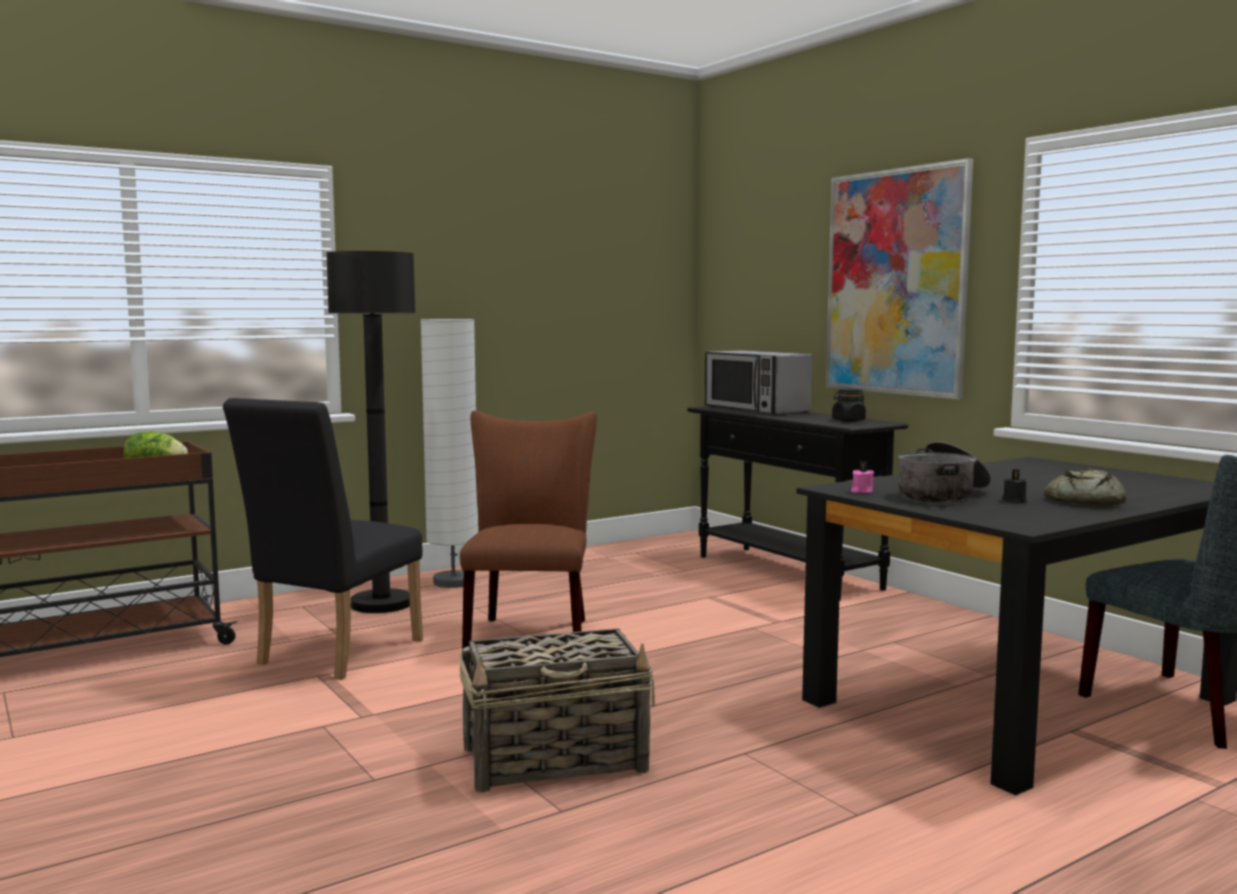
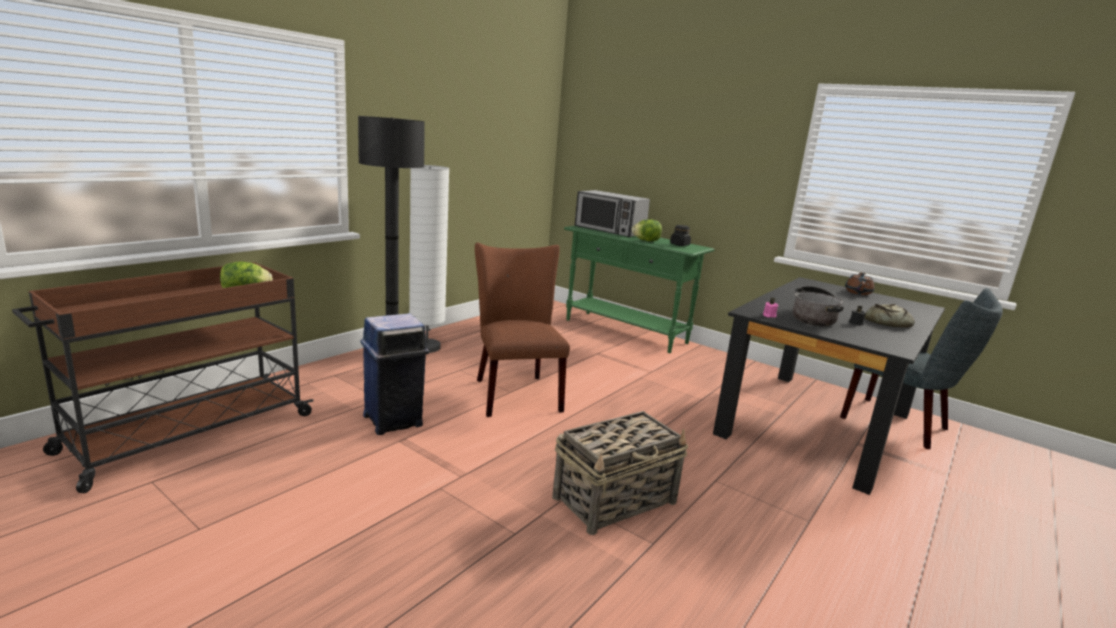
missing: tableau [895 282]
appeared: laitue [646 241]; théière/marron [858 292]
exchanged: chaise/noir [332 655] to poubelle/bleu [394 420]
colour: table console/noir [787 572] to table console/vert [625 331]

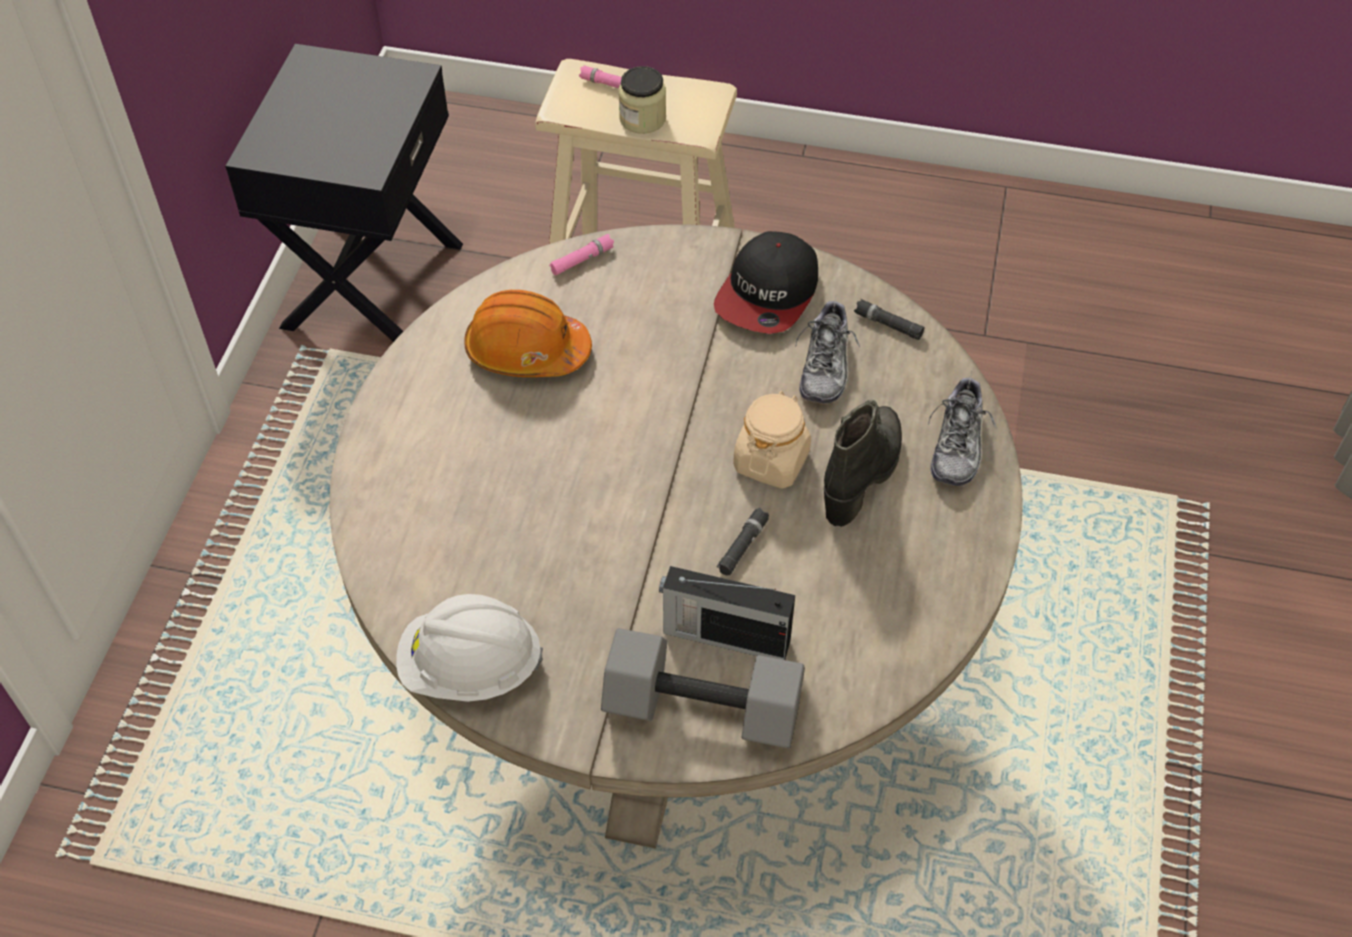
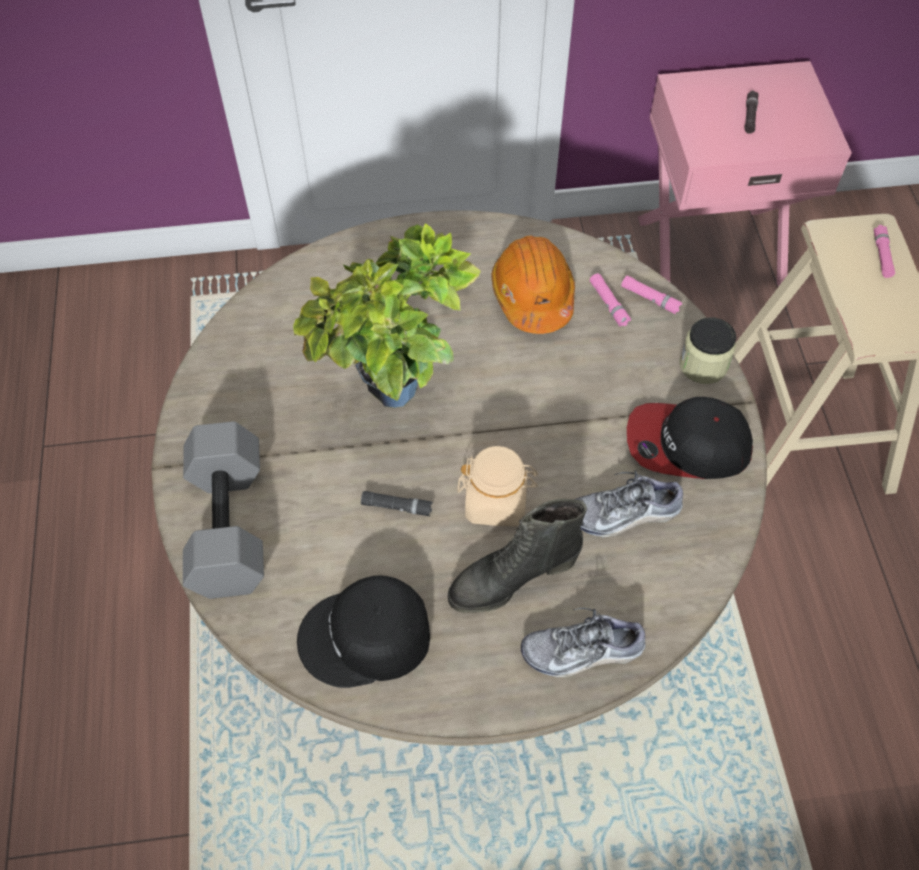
missing: casque de chantier/blanc [470 668]; radio [724 636]
appeared: plante en pot [395 401]; casquette/noir [366 638]; lampe de poche/rose [609 304]
relocated: bocal [642 119] to [703 365]; lampe de poche/noir [888 324] to [750 116]
colour: table de chevet/noir [370 284] to table de chevet/rose [710 251]
spun: botte/noir [863 474] = [512 578] 150 degrees clockwise

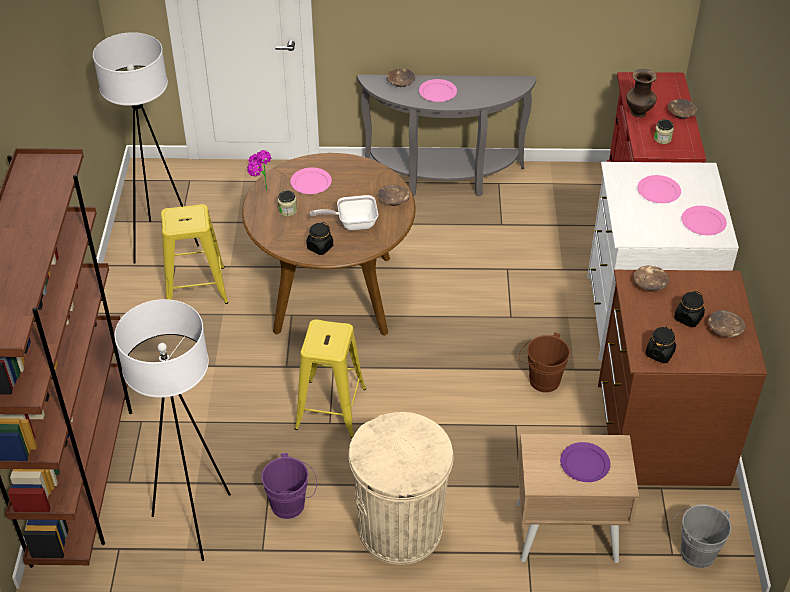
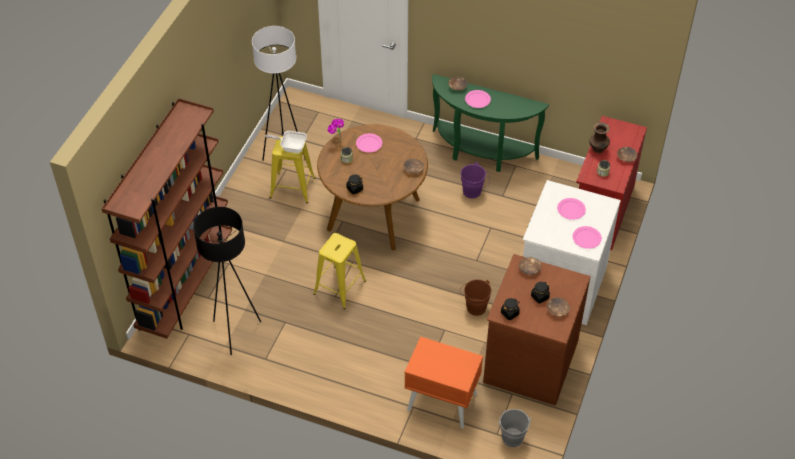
missing: poubelle/beige [401 529]; assiette/violet [584 463]
relocated: seau/violet [292 505] to [474 192]; poêle [352 223] to [291 147]
colour: lampadaire/blanc [196 522] to lampadaire/noir [236 332]; table console/gris [444 179] to table console/vert [481 153]; table de chevet/beige [566 532] to table de chevet/orange [441 402]

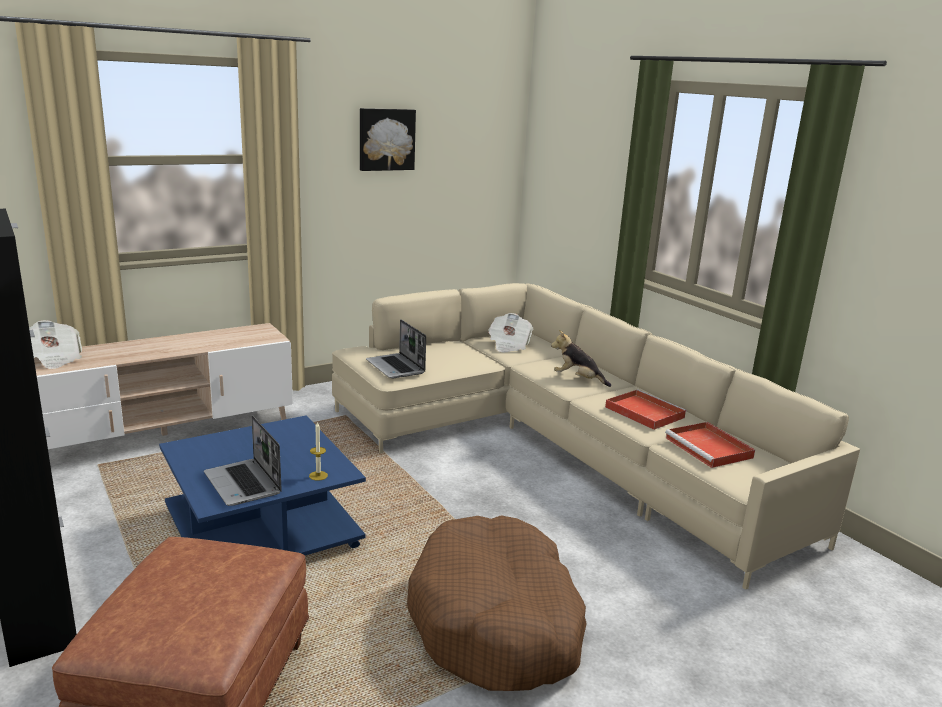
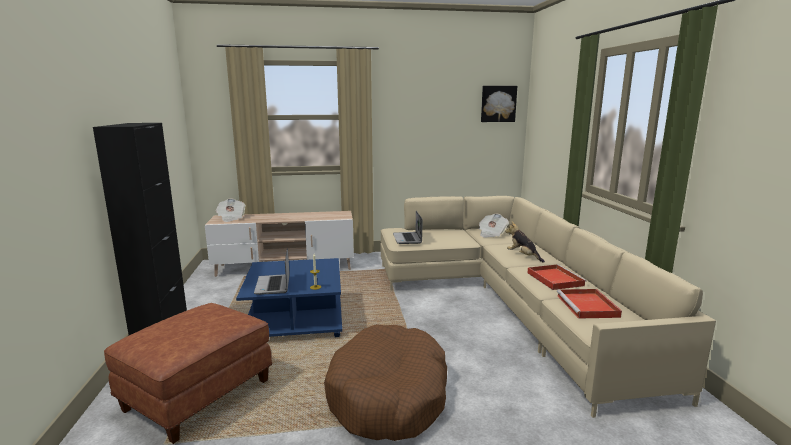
relocated: tableau [386 139] to [498 104]

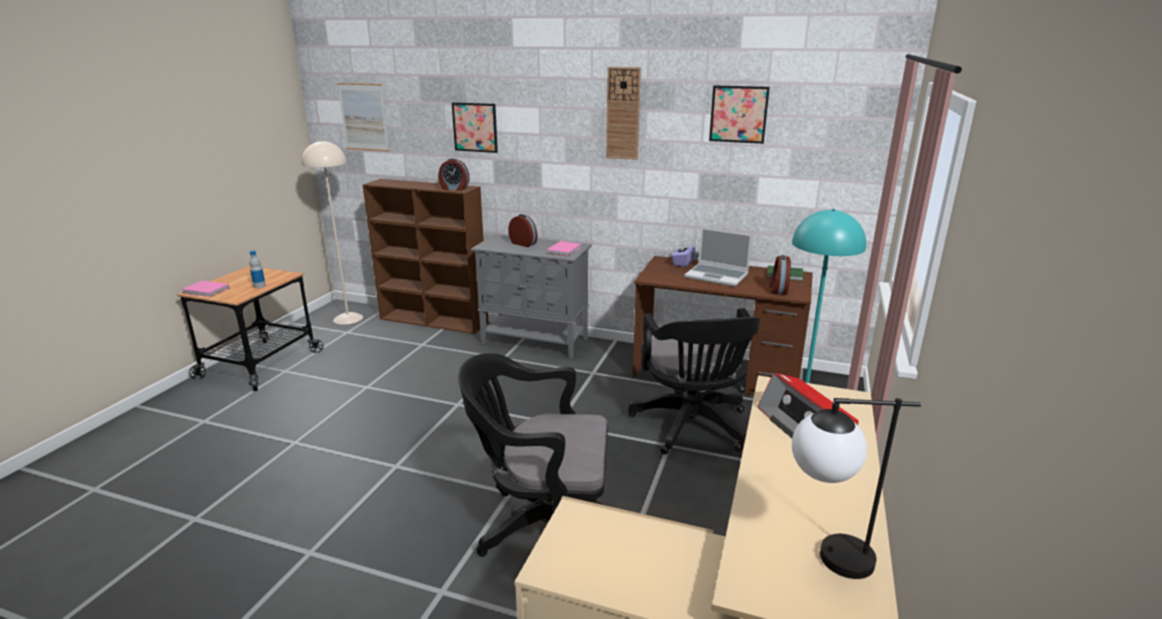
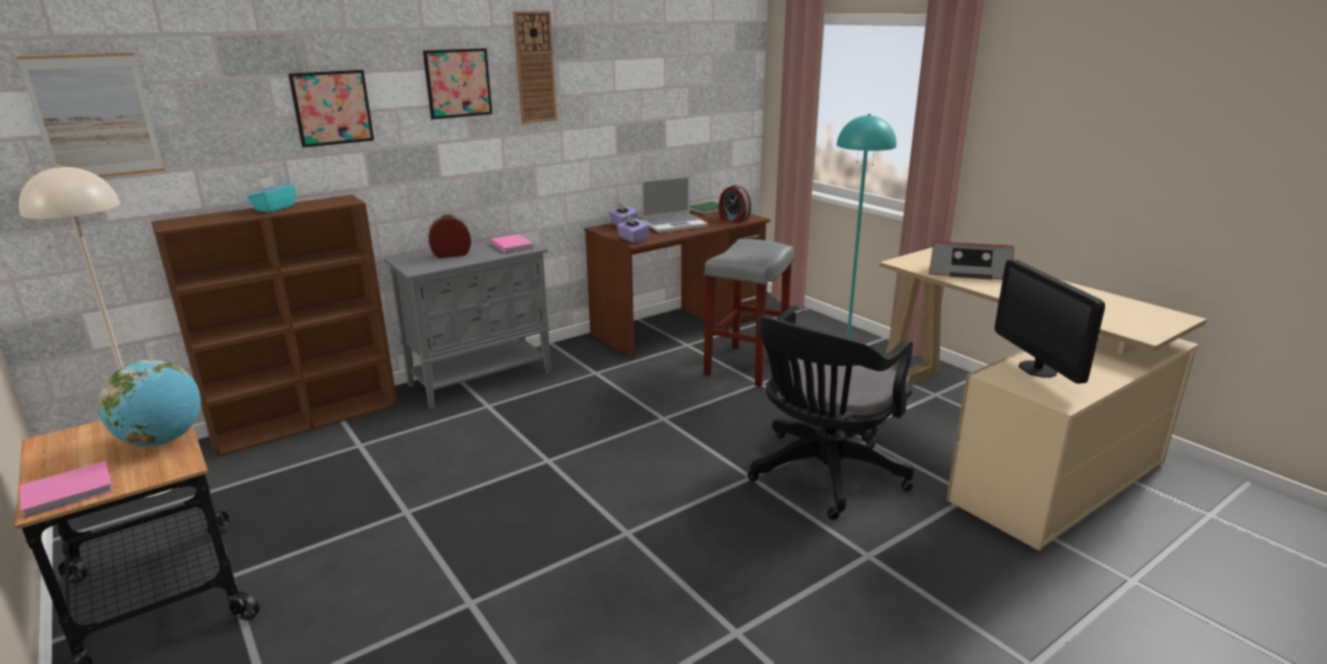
missing: réveil [454 189]; lampe de table [824 558]
appeared: boîte à mouchoirs/turquoise [274 208]; boîte à mouchoirs/violet [632 239]; écran d'ordinateur [1037 369]
relocated: tableau [738 114] to [458 83]
exchanged: bouteille [259 286] to globe [163 441]; chaise de bureau/noir [692 428] to tabouret/gris [746 366]

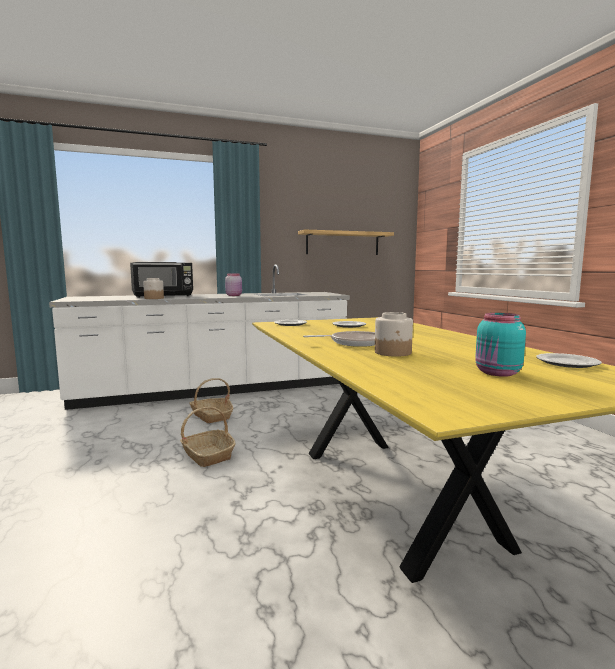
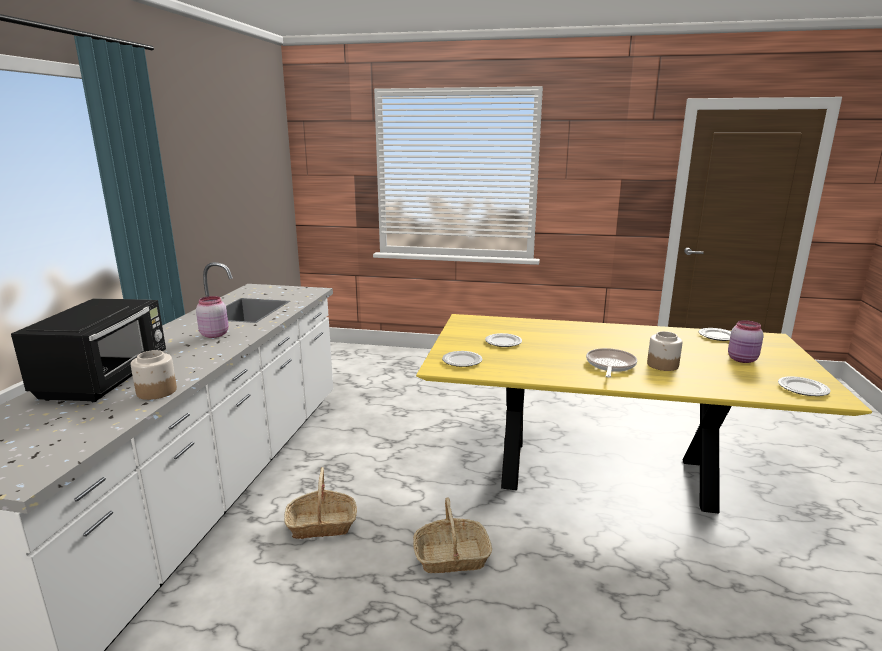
missing: étagère [342 243]
appeared: assiette [803 389]
colour: bocal/turquoise [497 373] to bocal/rose [743 360]

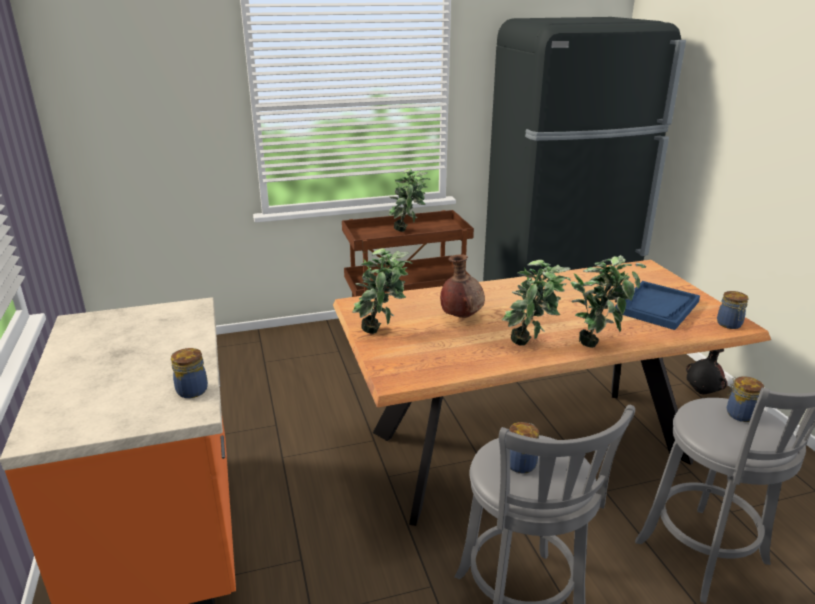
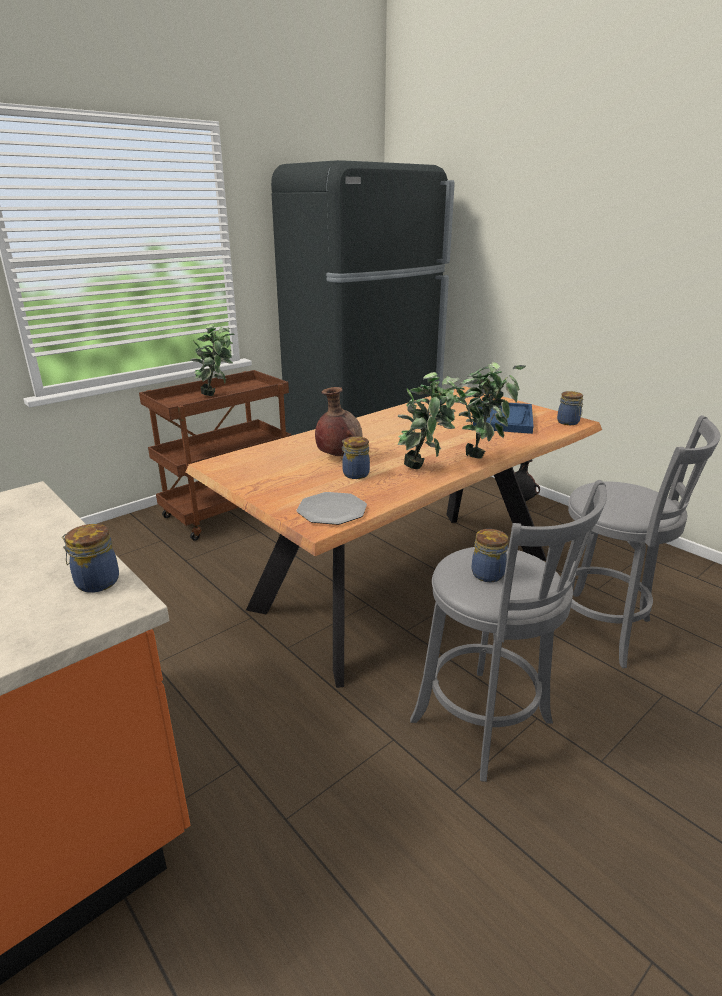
missing: plante en pot [382 332]
appeared: assiette [331 510]
relocated: bocal [739 414] to [355 474]

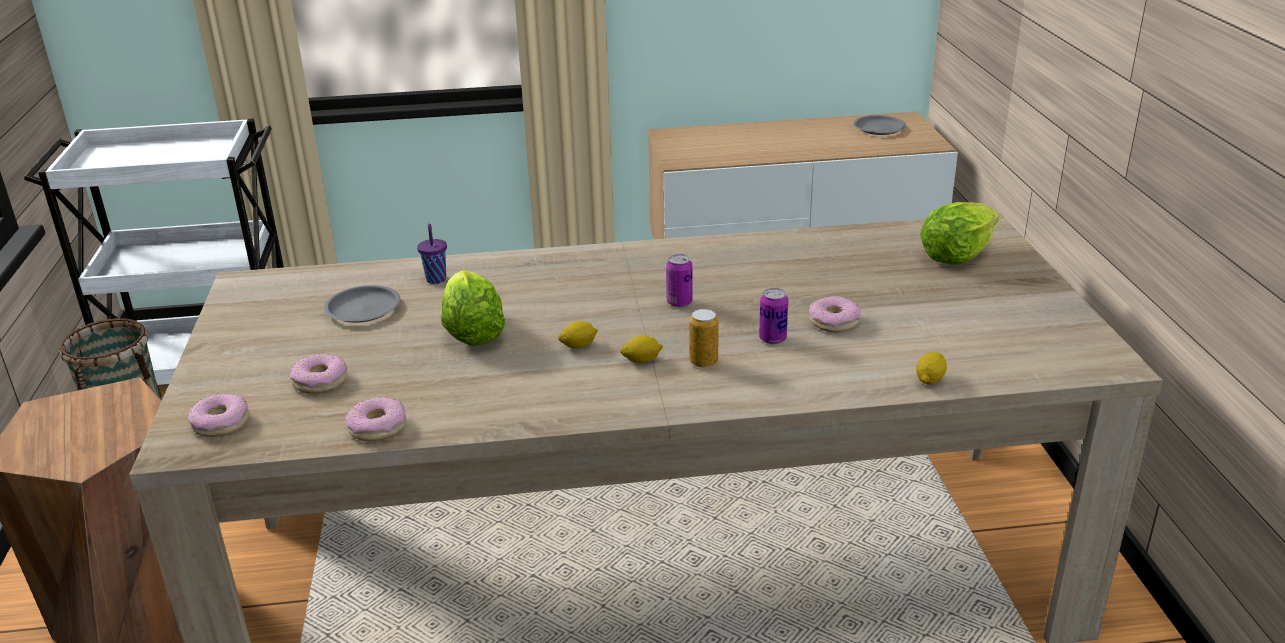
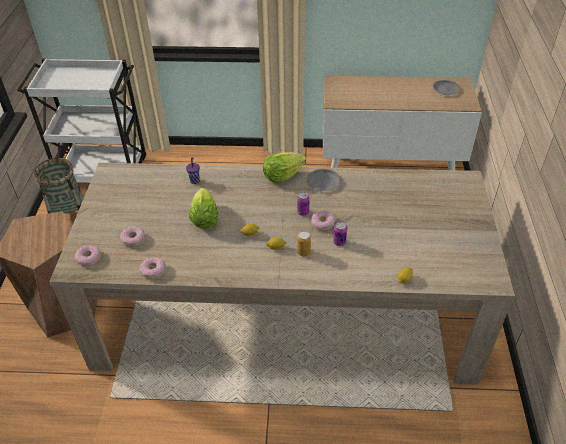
relocated: assiette/gris [364 309] to [324 182]; beignet [834 322] to [322 223]; laitue [956 256] to [282 176]

